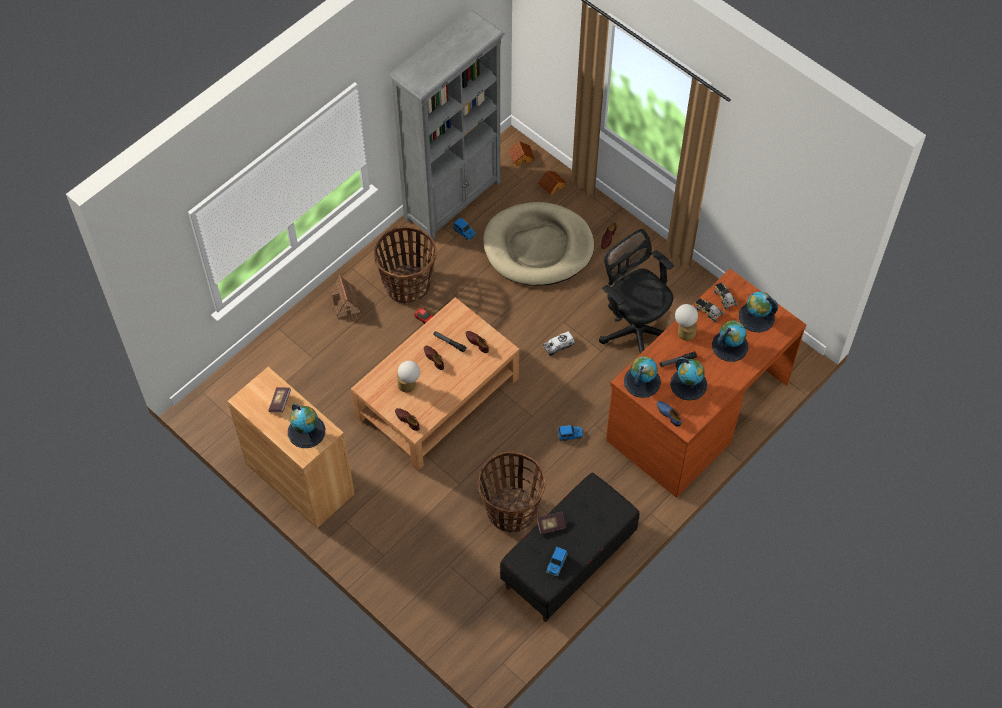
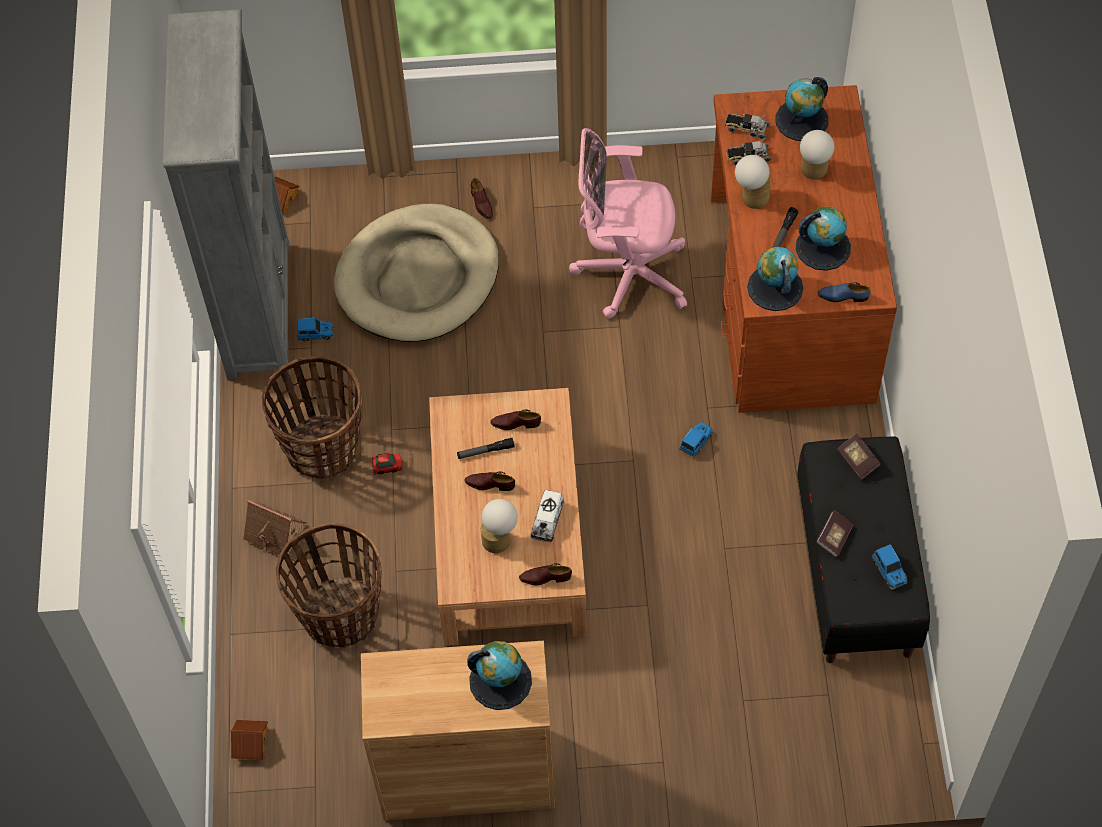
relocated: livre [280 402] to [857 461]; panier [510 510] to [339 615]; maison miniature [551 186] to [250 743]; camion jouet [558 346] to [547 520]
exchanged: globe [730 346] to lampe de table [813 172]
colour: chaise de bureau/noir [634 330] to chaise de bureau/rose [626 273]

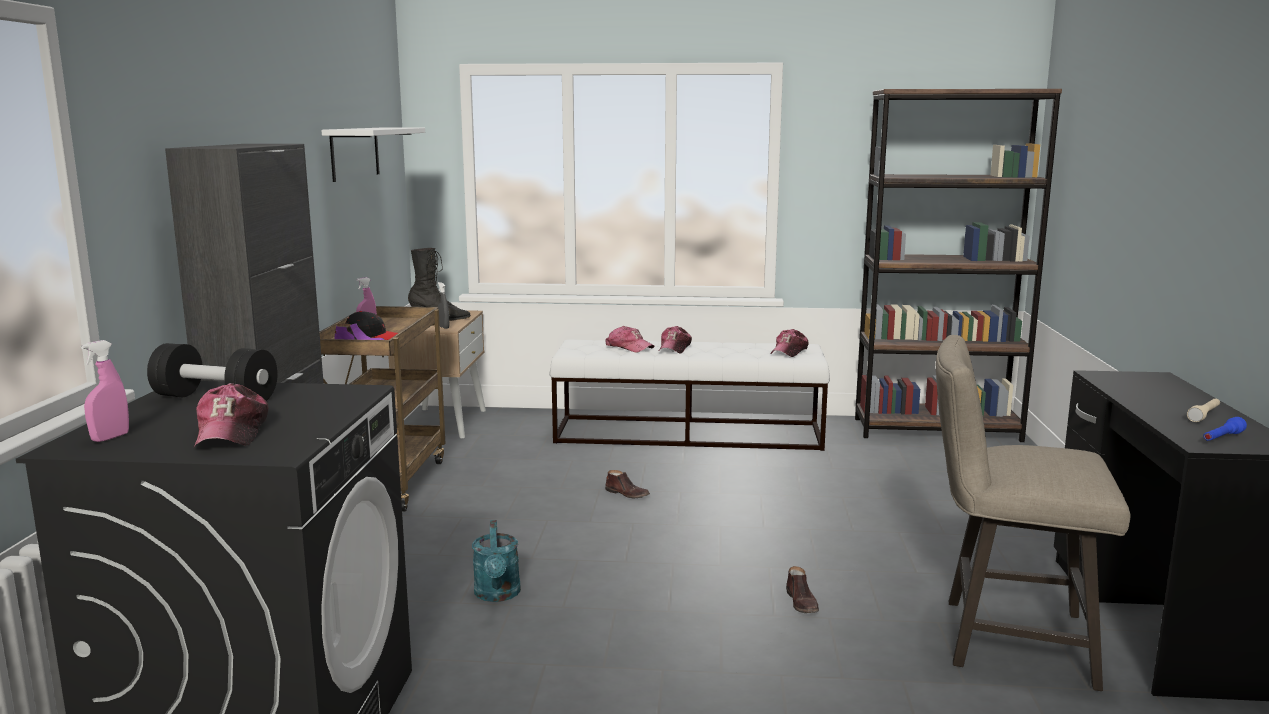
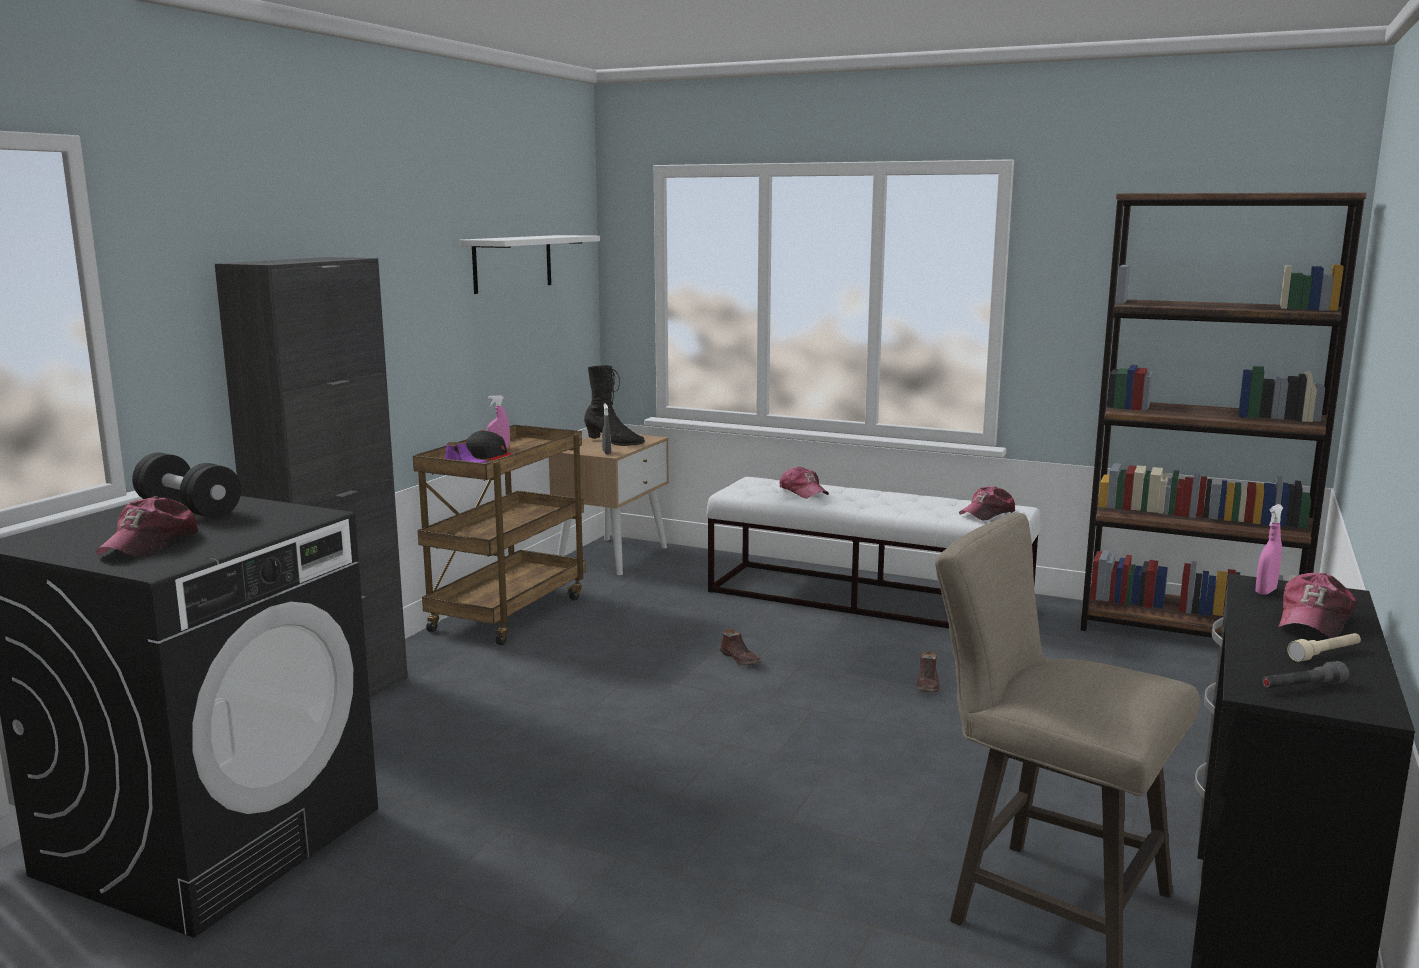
missing: arrosoir/turquoise [497 595]
relocated: vaporisateur/rose [110 437] to [1265 591]; casquette [674 348] to [1314 621]; chaussure/marron [802 603] to [928 685]
colour: lampe de poche/bleu [1222 438] to lampe de poche/gris [1302 687]

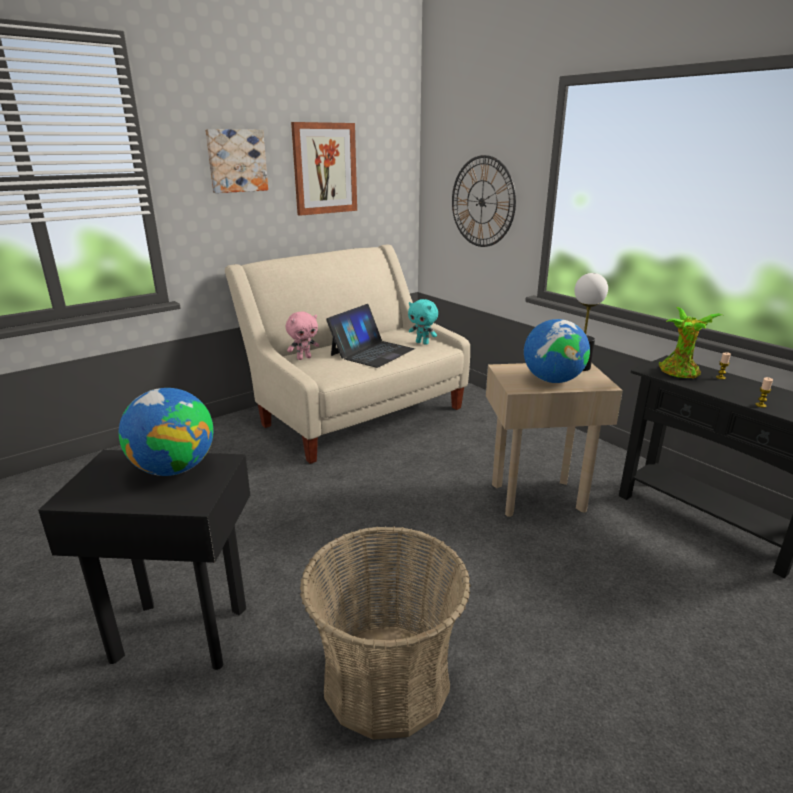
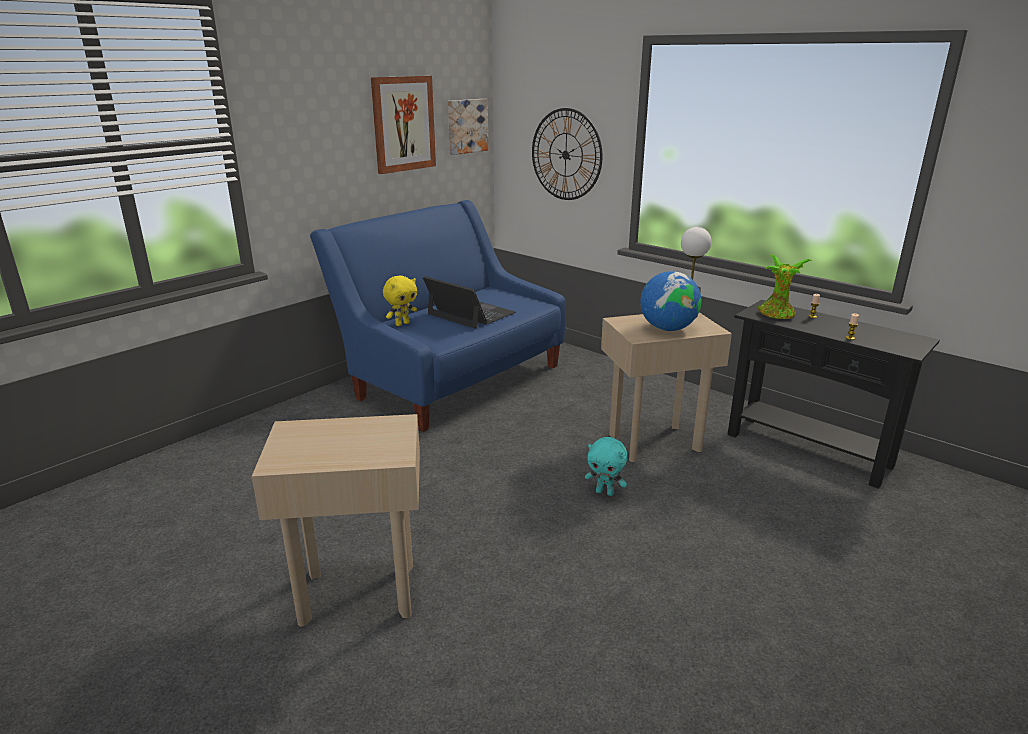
missing: globe [174 469]; panier [386 680]
relocated: tableau [236 161] to [466 126]; peluche/turquoise [422 343] to [605 492]
colour: table d'appoint/noir [181 631] to table d'appoint/beige [358 592]; canapé/beige [356 412] to canapé/bleu [451 378]; peluche/rose [304 358] to peluche/jaune [402 324]
spun: ordinateur portable [372 352] = [470 313] 75 degrees counterclockwise

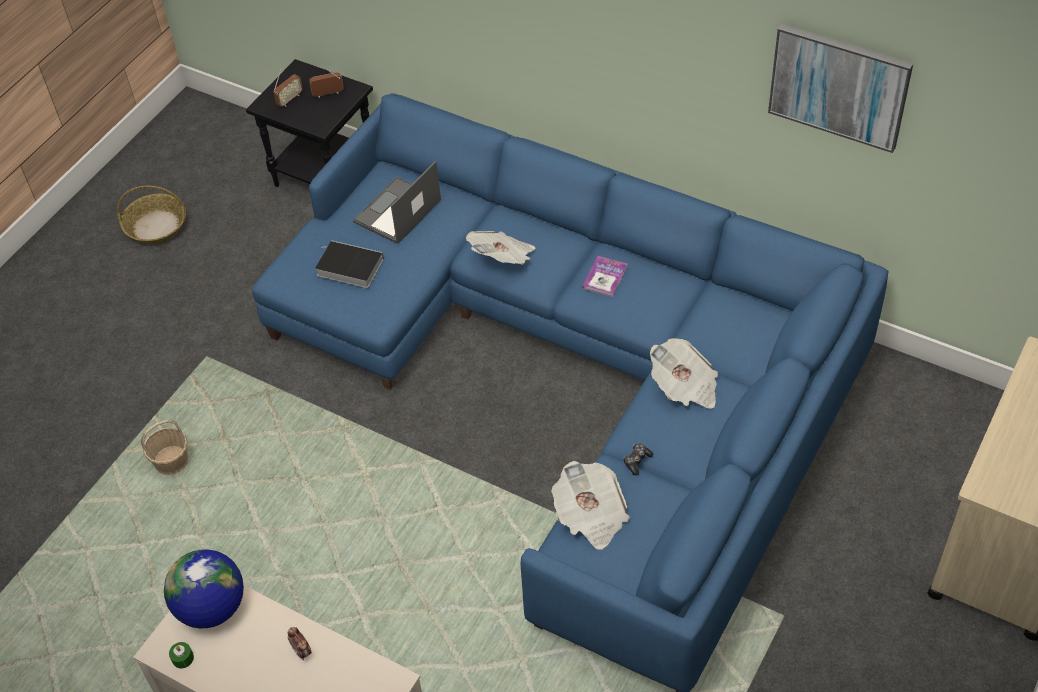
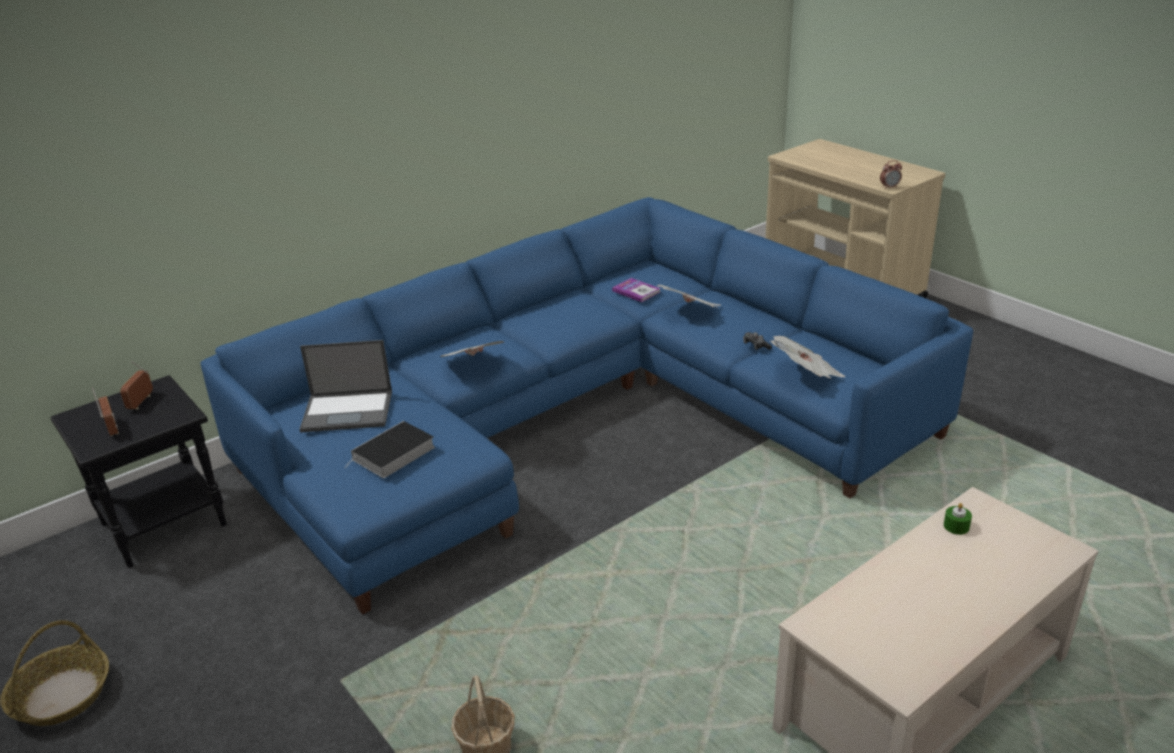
missing: globe [211 608]; tableau [839 86]
relocated: bougie/vert [183 658] to [956 526]; réveil [302 651] to [889 187]; livre [605 277] to [636 291]
spun: ordinateur portable [397 212] = [349 411] 60 degrees counterclockwise

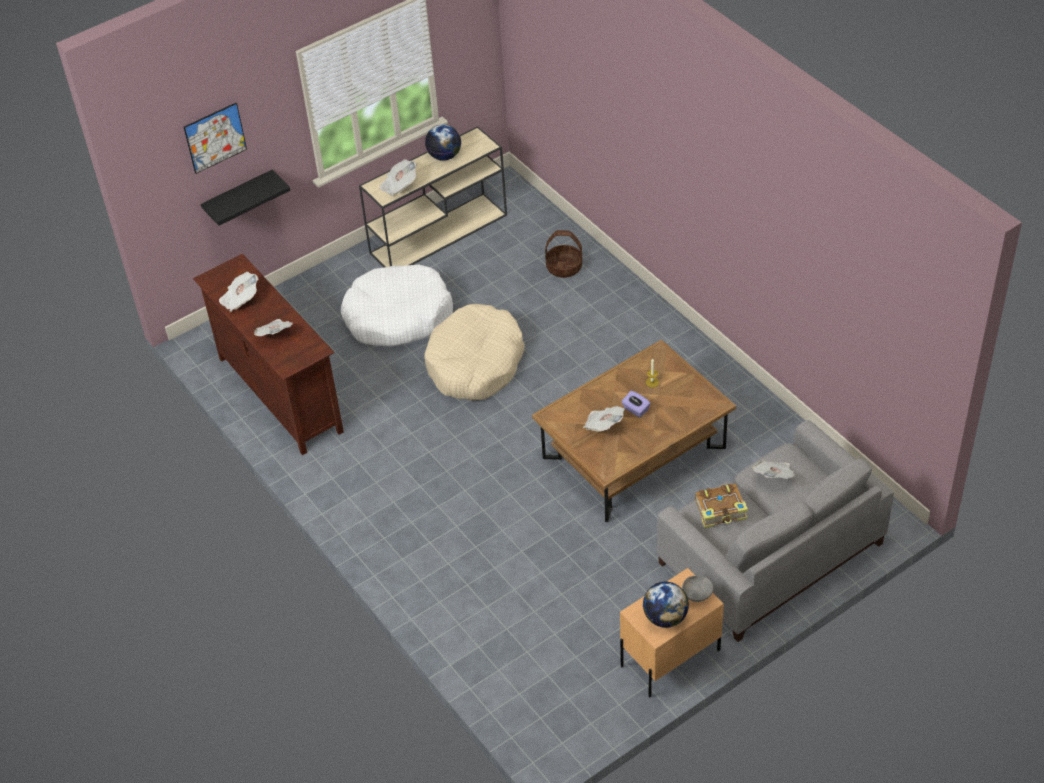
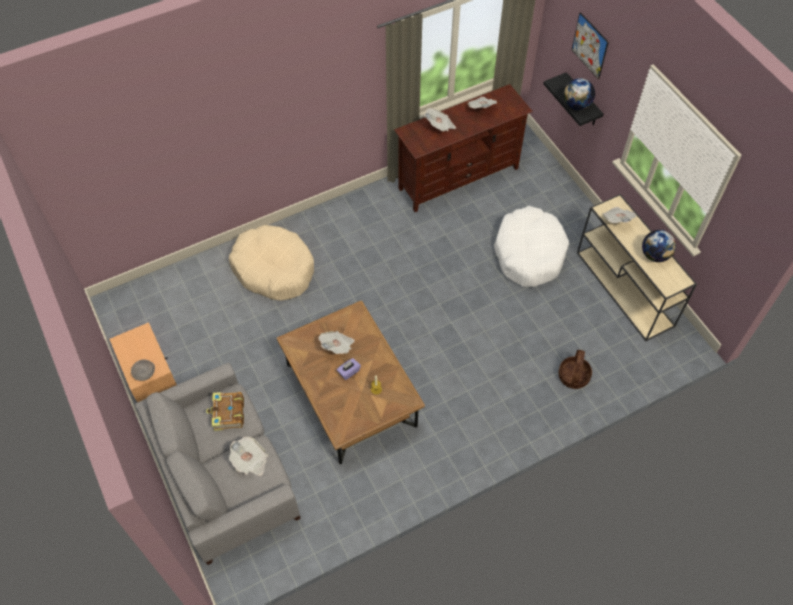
relocated: panier pour chien/beige [475 363] to [274 269]; globe [665 618] to [576 105]

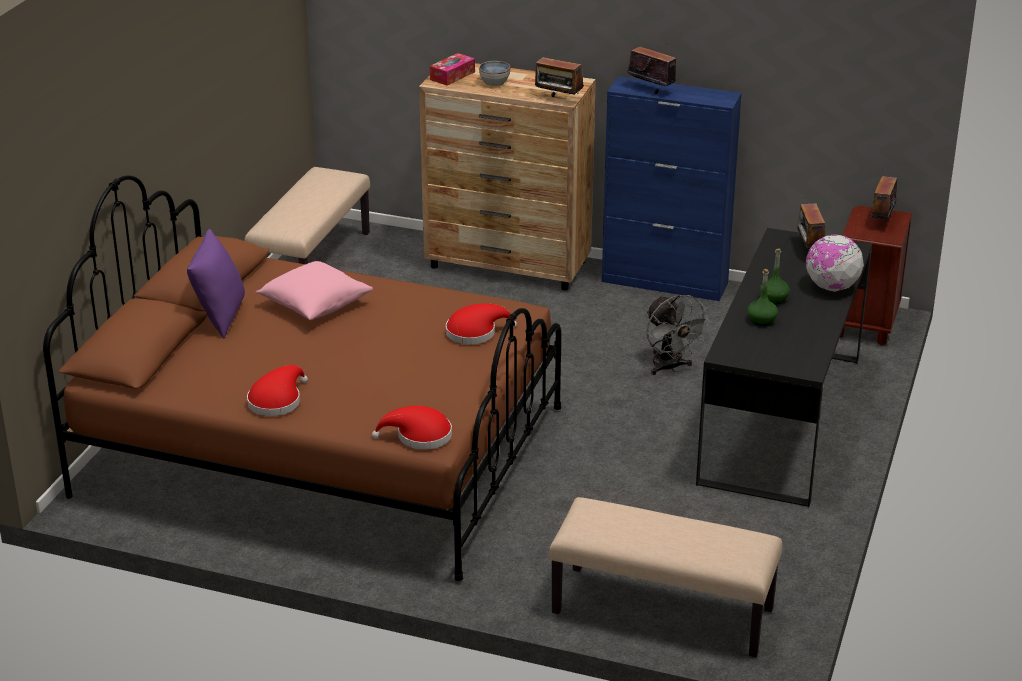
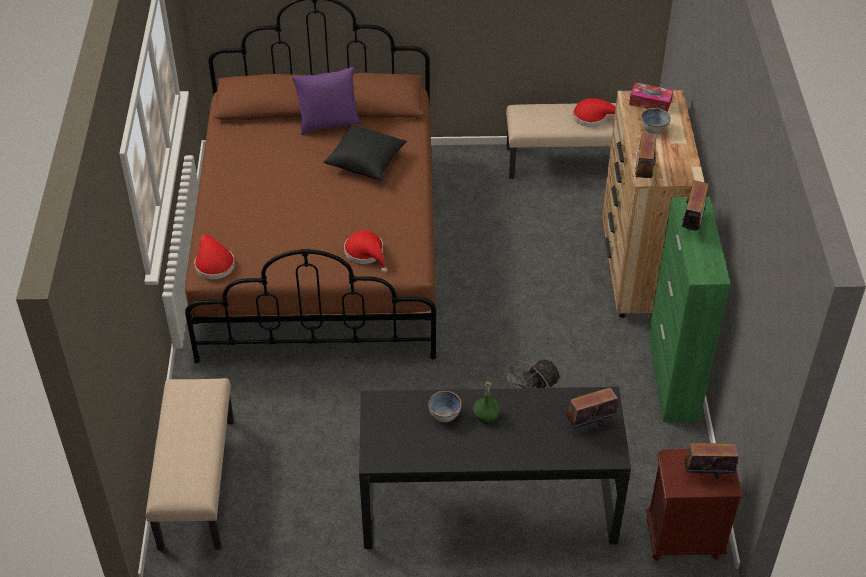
missing: globe [831 287]
relocated: chapeau/rouge [277 401] to [593 117]
exchanged: bouteille/vert [761 320] to bol [444 414]
colour: coussin/rose [314 305] to coussin/noir [366 162]; meuble de rangement/bleu [665 282] to meuble de rangement/vert [672 378]

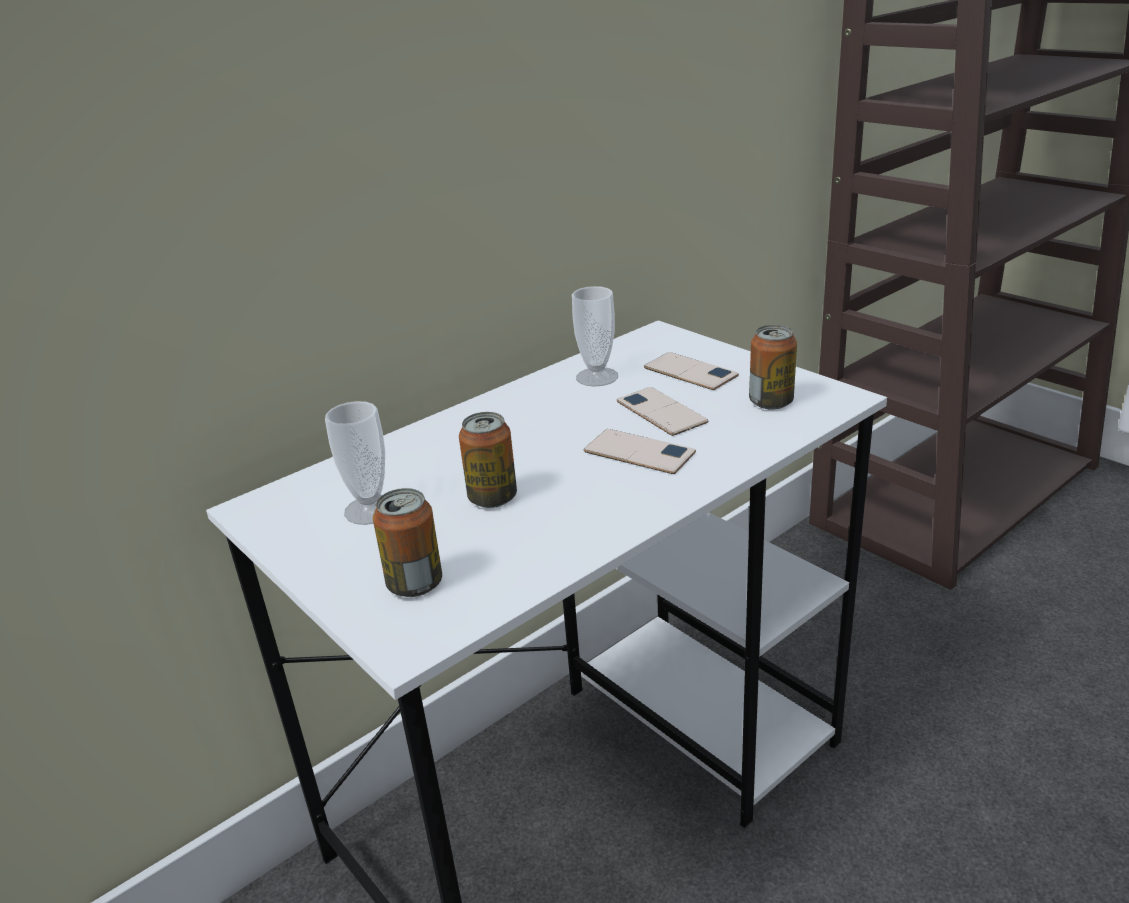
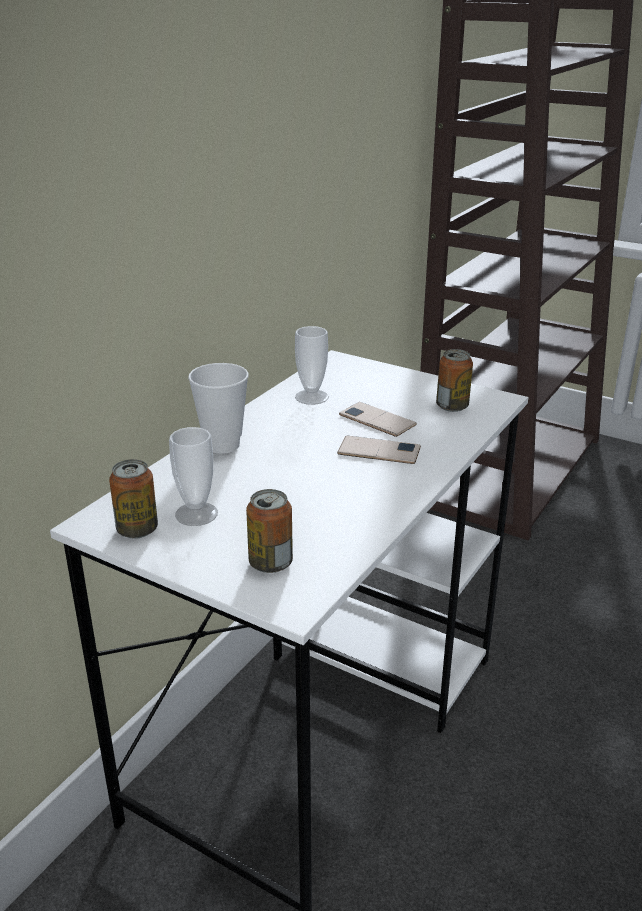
missing: téléphone [690 372]
appeared: tasse [222 445]
relocated: boîte métallique [492 498] to [137 530]

